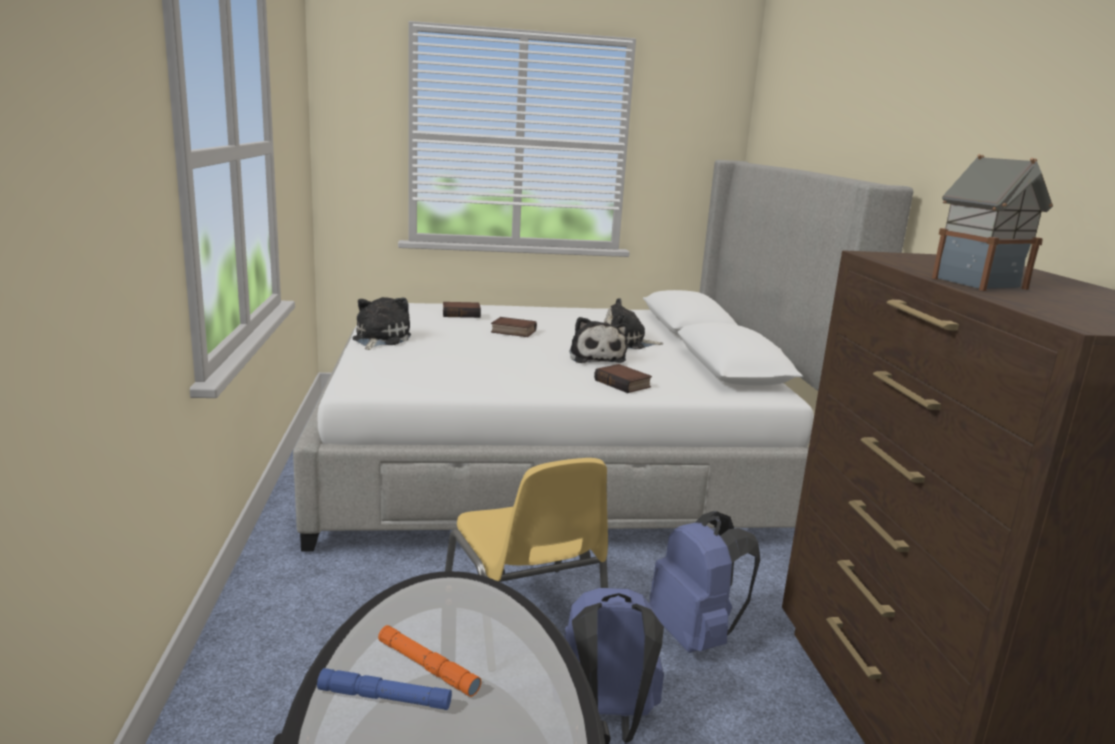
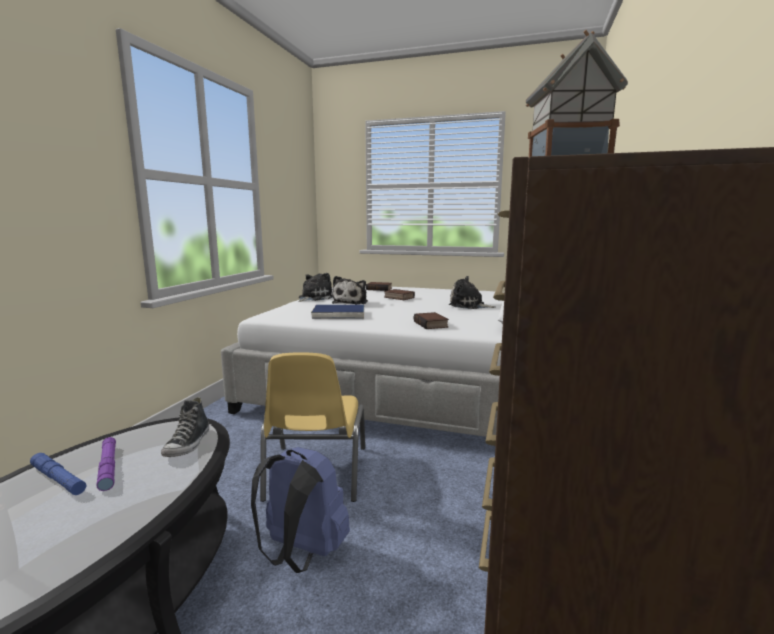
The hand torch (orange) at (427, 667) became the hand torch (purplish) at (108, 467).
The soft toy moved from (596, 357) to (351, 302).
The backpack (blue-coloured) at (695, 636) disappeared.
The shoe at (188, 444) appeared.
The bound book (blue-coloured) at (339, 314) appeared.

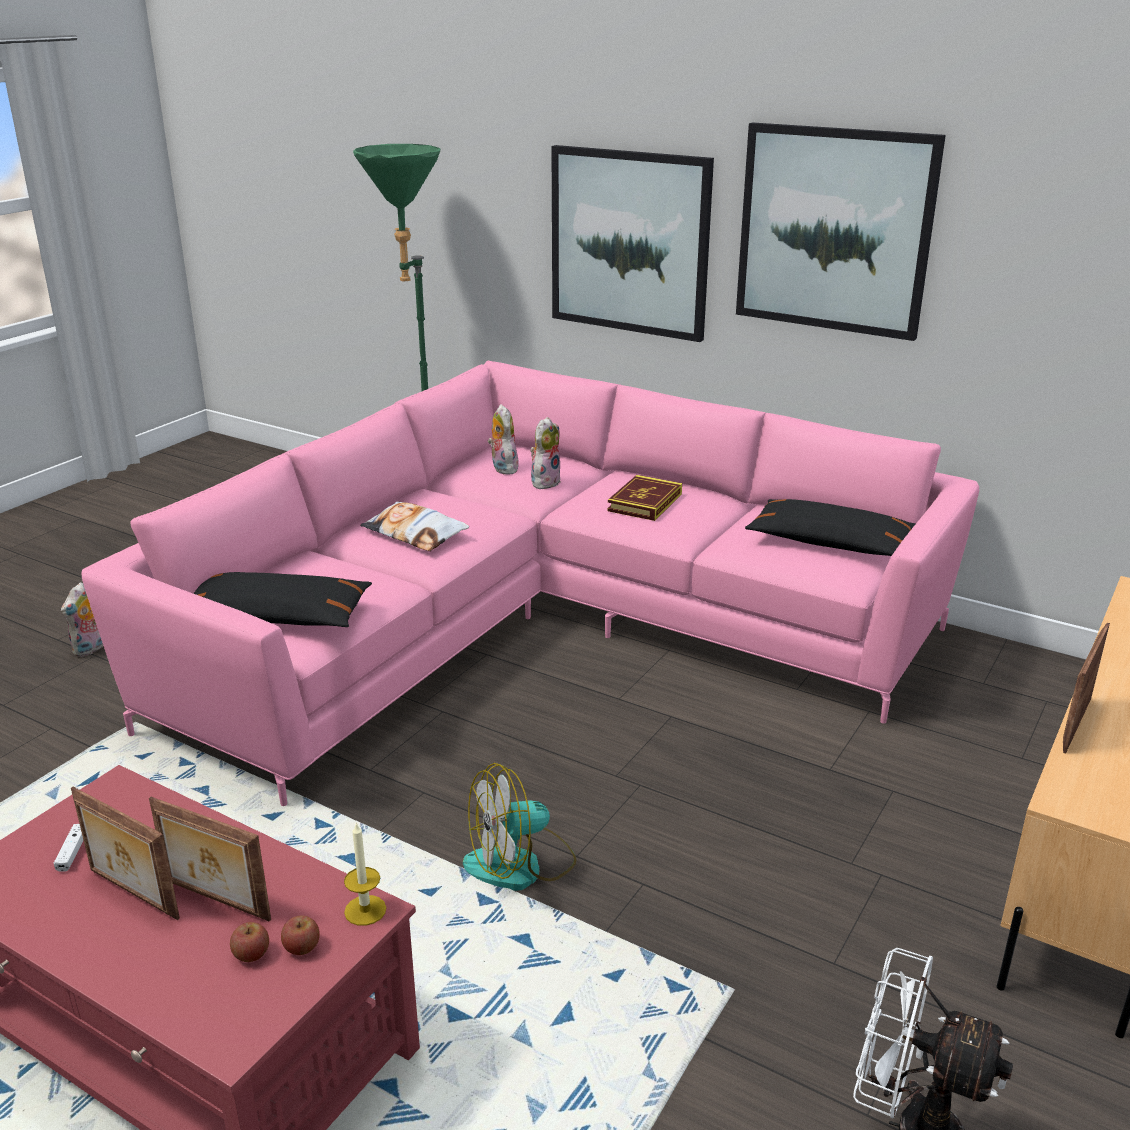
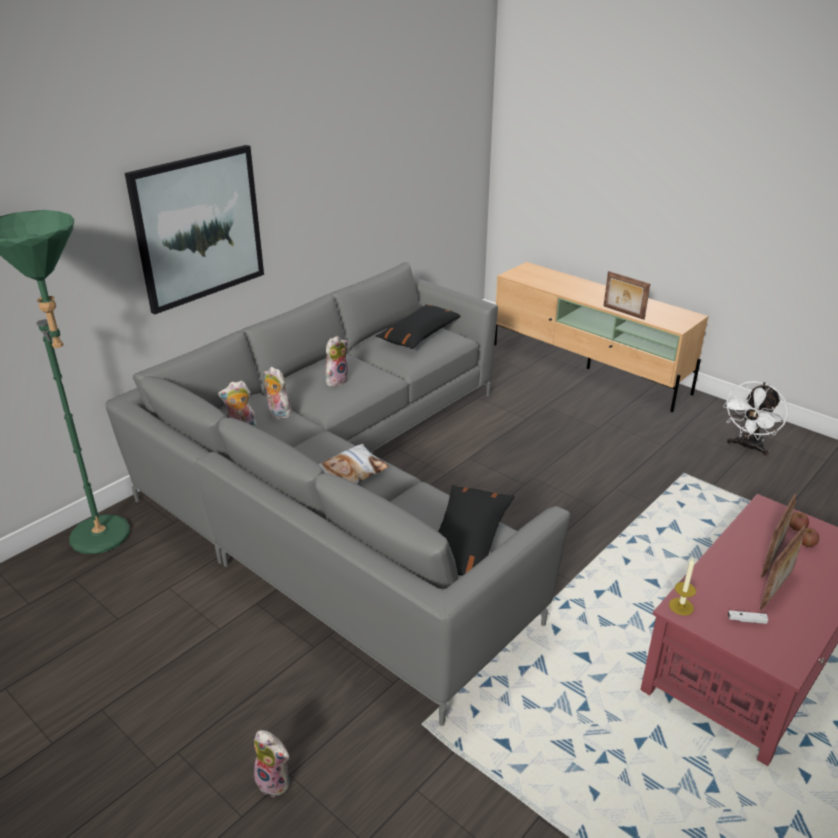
The settee (pink) at (542, 626) became the settee (gray) at (345, 494).
The candle moved from (365, 910) to (681, 606).
The electric fan at (520, 864) disappeared.
The bound book at (645, 502) was replaced by the soft toy at (336, 380).
The wall art at (834, 230) disappeared.

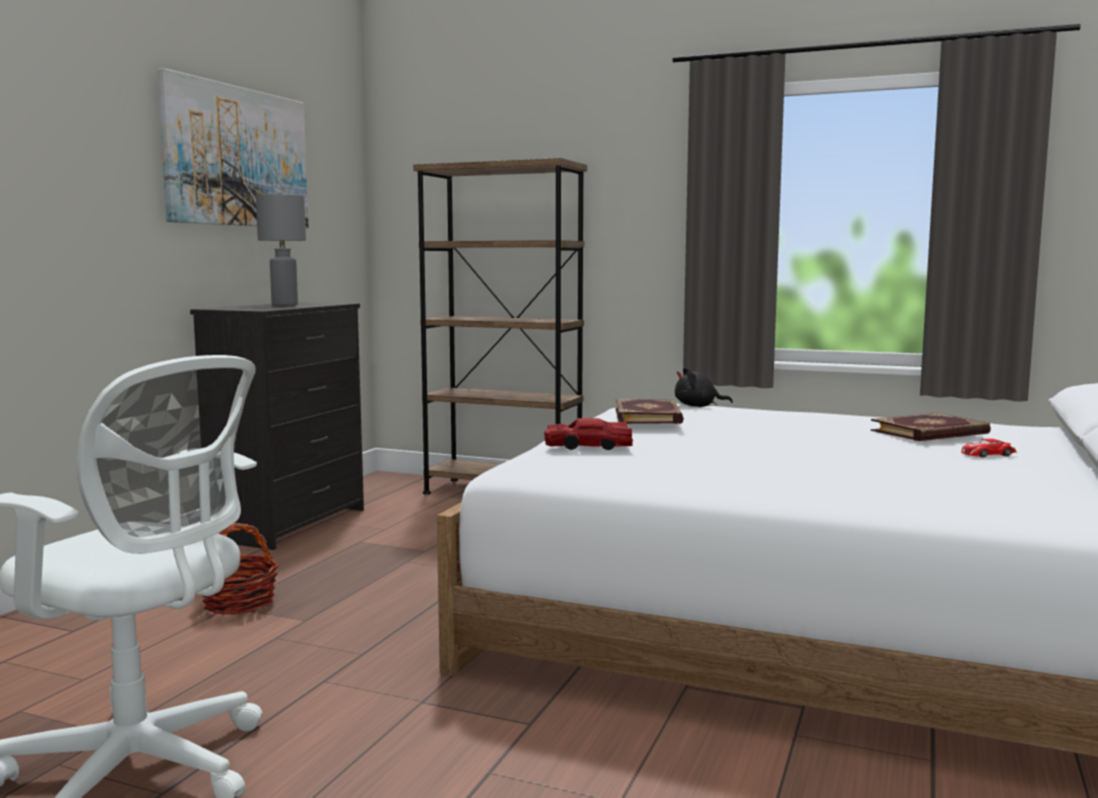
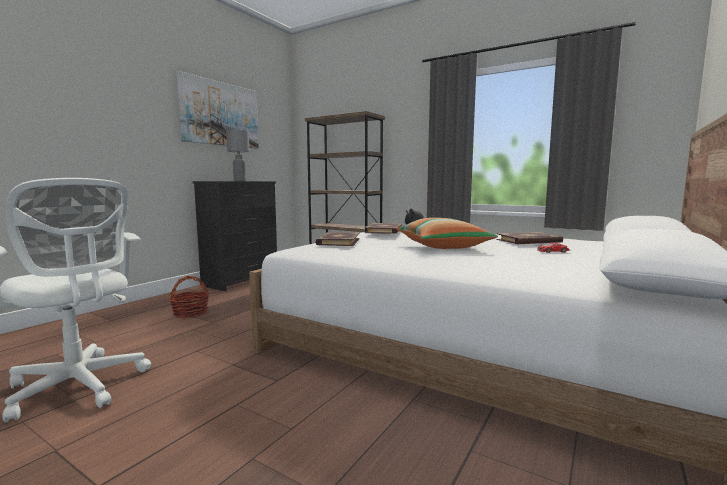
The toy car (reddish) at (588, 446) was replaced by the bound book at (338, 241).
The cushion at (443, 246) appeared.

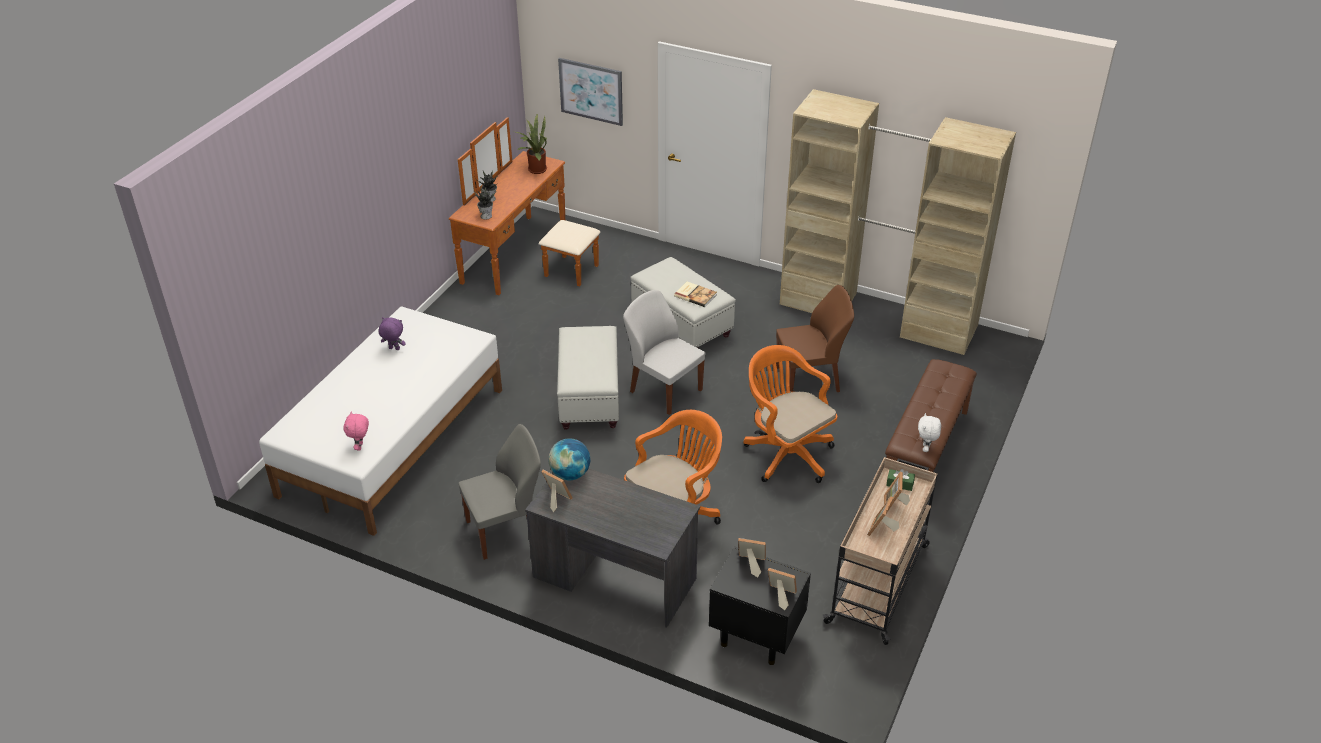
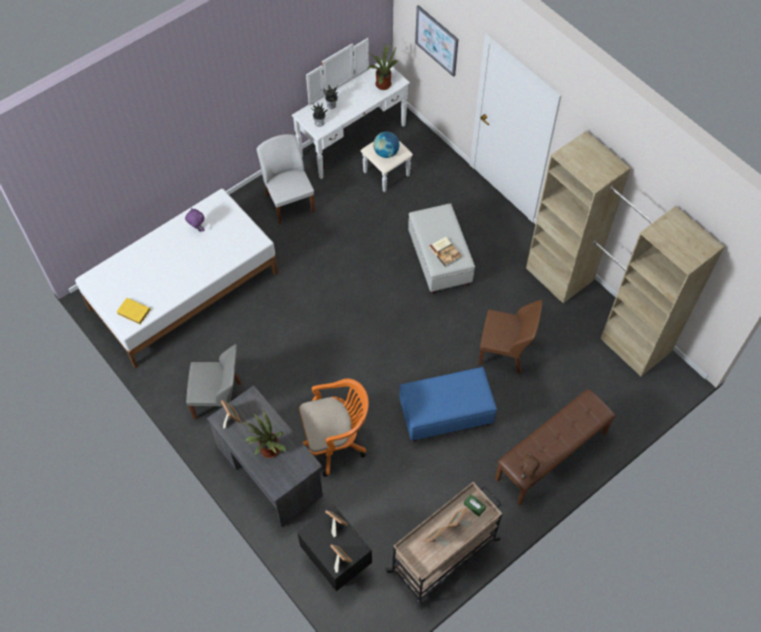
The soft toy (pink) at (360, 447) was replaced by the bound book (yellow-coloured) at (134, 312).
The chest of drawers (brownish) at (527, 258) became the chest of drawers (white-coloured) at (360, 148).
The world globe moved from (570, 474) to (386, 153).
The ottoman (white-coloured) at (589, 396) disappeared.
The upright chair (white-coloured) moved from (664, 390) to (289, 202).
The office chair (orange) at (785, 453) was replaced by the ottoman (blue-coloured) at (446, 414).
The soft toy (white-coloured) at (926, 448) became the soft toy (brownish) at (526, 473).
The potted plant at (268, 450) appeared.

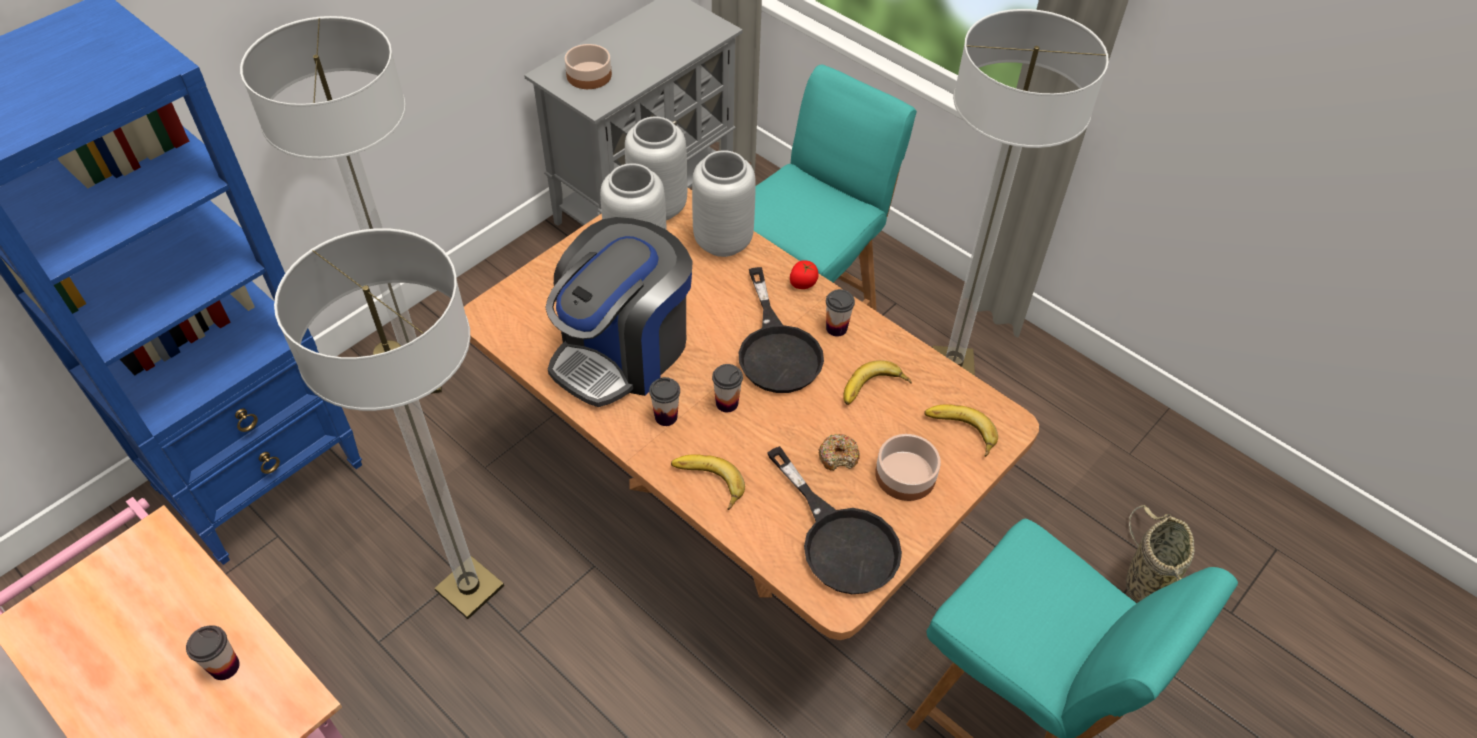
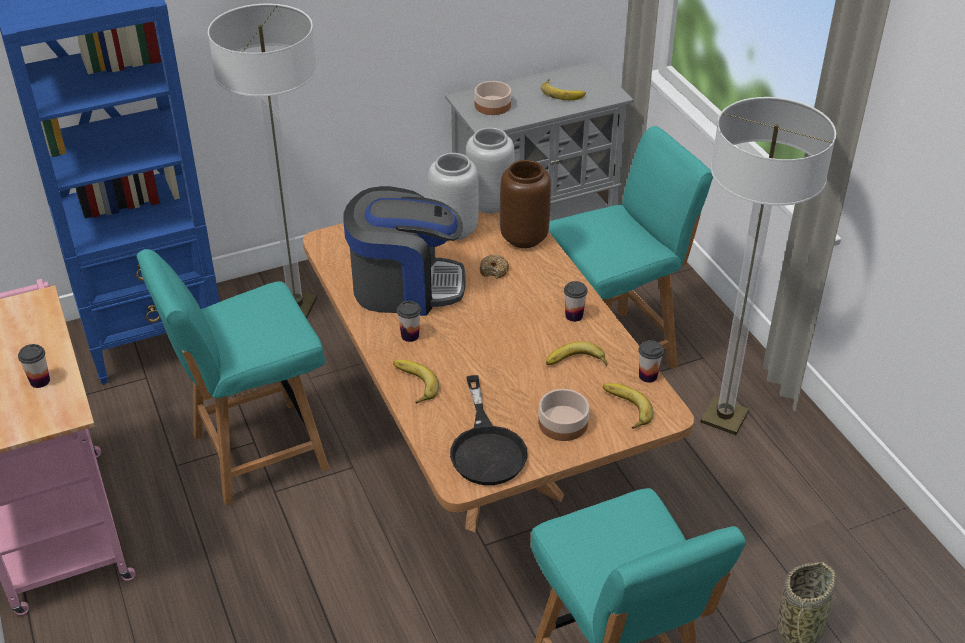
The floor lamp at (470, 589) was replaced by the upright chair (turquoise-coloured) at (256, 453).
The coffee brewer at (623, 351) turned 150 degrees counterclockwise.
The flower vase (gray) at (722, 242) became the flower vase (brownish) at (523, 238).
The cup moved from (727, 403) to (648, 376).
The frying pan (blackish) at (777, 349) disappeared.
The tomato at (803, 283) disappeared.
The doughnut moved from (838, 456) to (494, 271).
The whole banana at (563, 92) appeared.

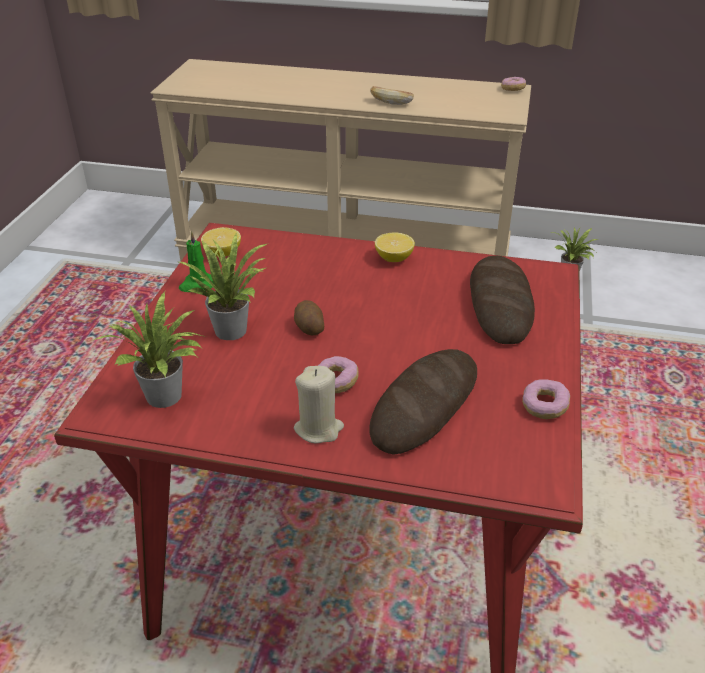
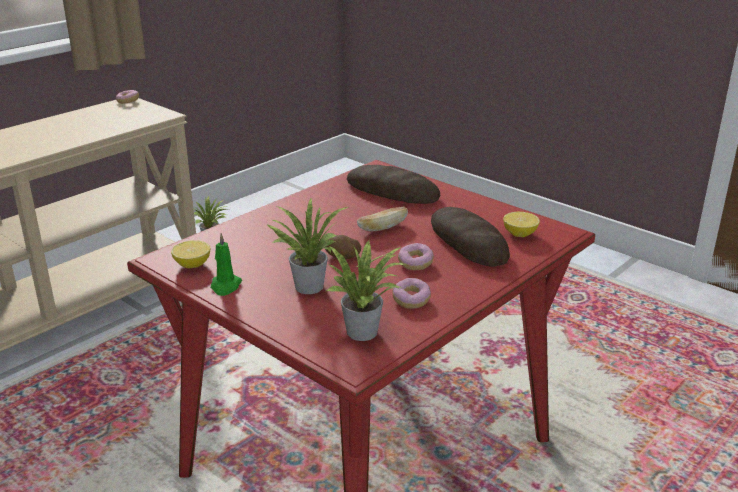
The candle (beige-coloured) at (319, 428) disappeared.
The bread moved from (391, 103) to (382, 228).
The citrus fruit moved from (394, 258) to (520, 234).
The doughnut moved from (544, 407) to (411, 300).

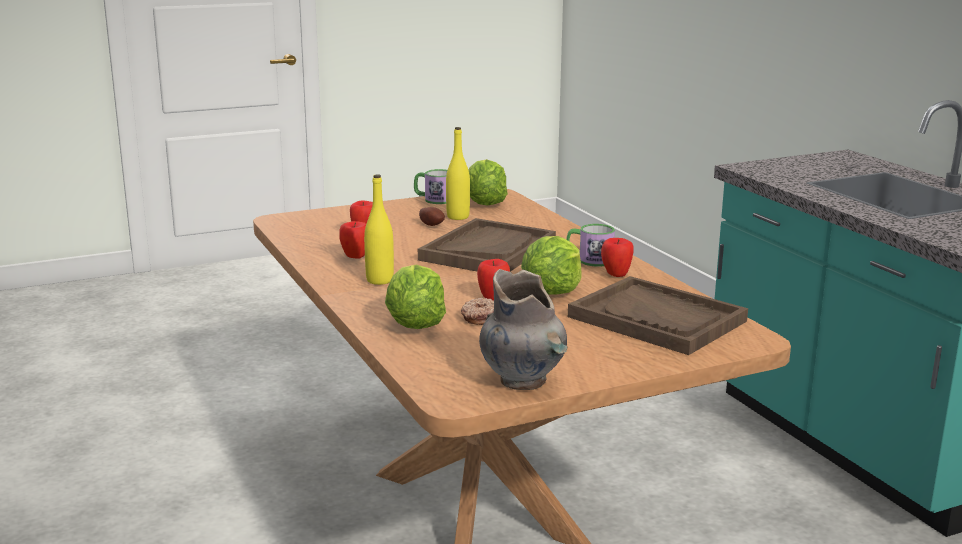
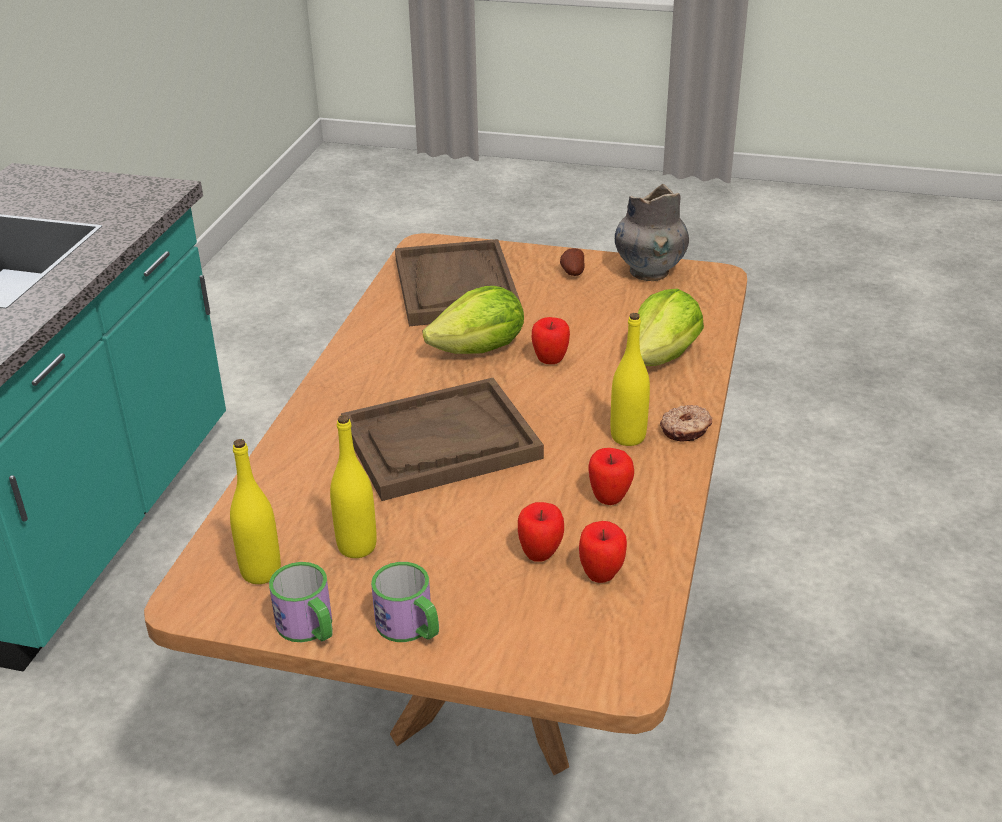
The potato moved from (432, 225) to (572, 272).
The doughnut moved from (479, 317) to (686, 430).
The head of lettuce at (485, 203) was replaced by the beverage bottle (yellow-coloured) at (261, 572).
The coffee mug moved from (589, 260) to (410, 627).
The apple moved from (616, 275) to (601, 575).

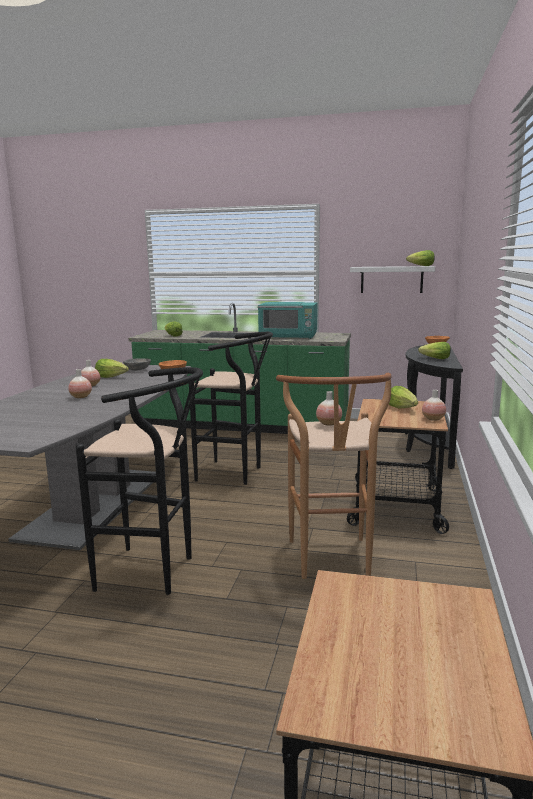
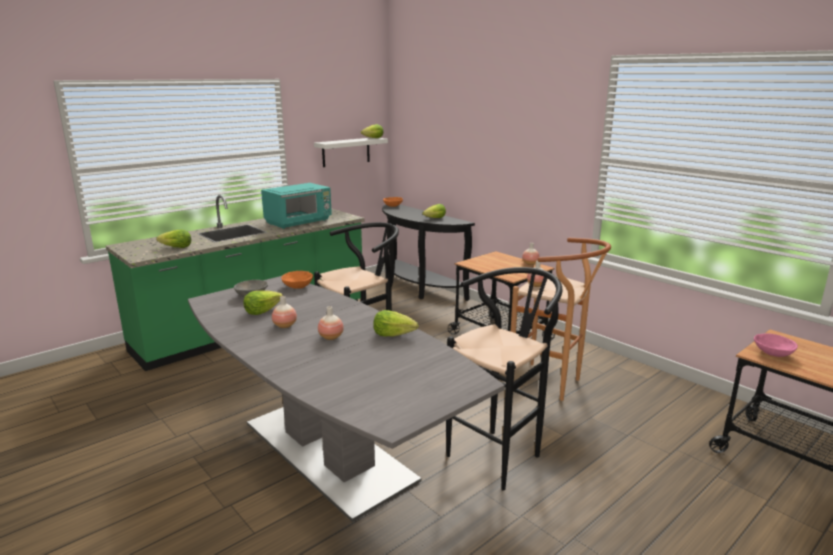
The head of lettuce moved from (402, 408) to (394, 334).
The deep dish (pink) at (772, 353) appeared.

